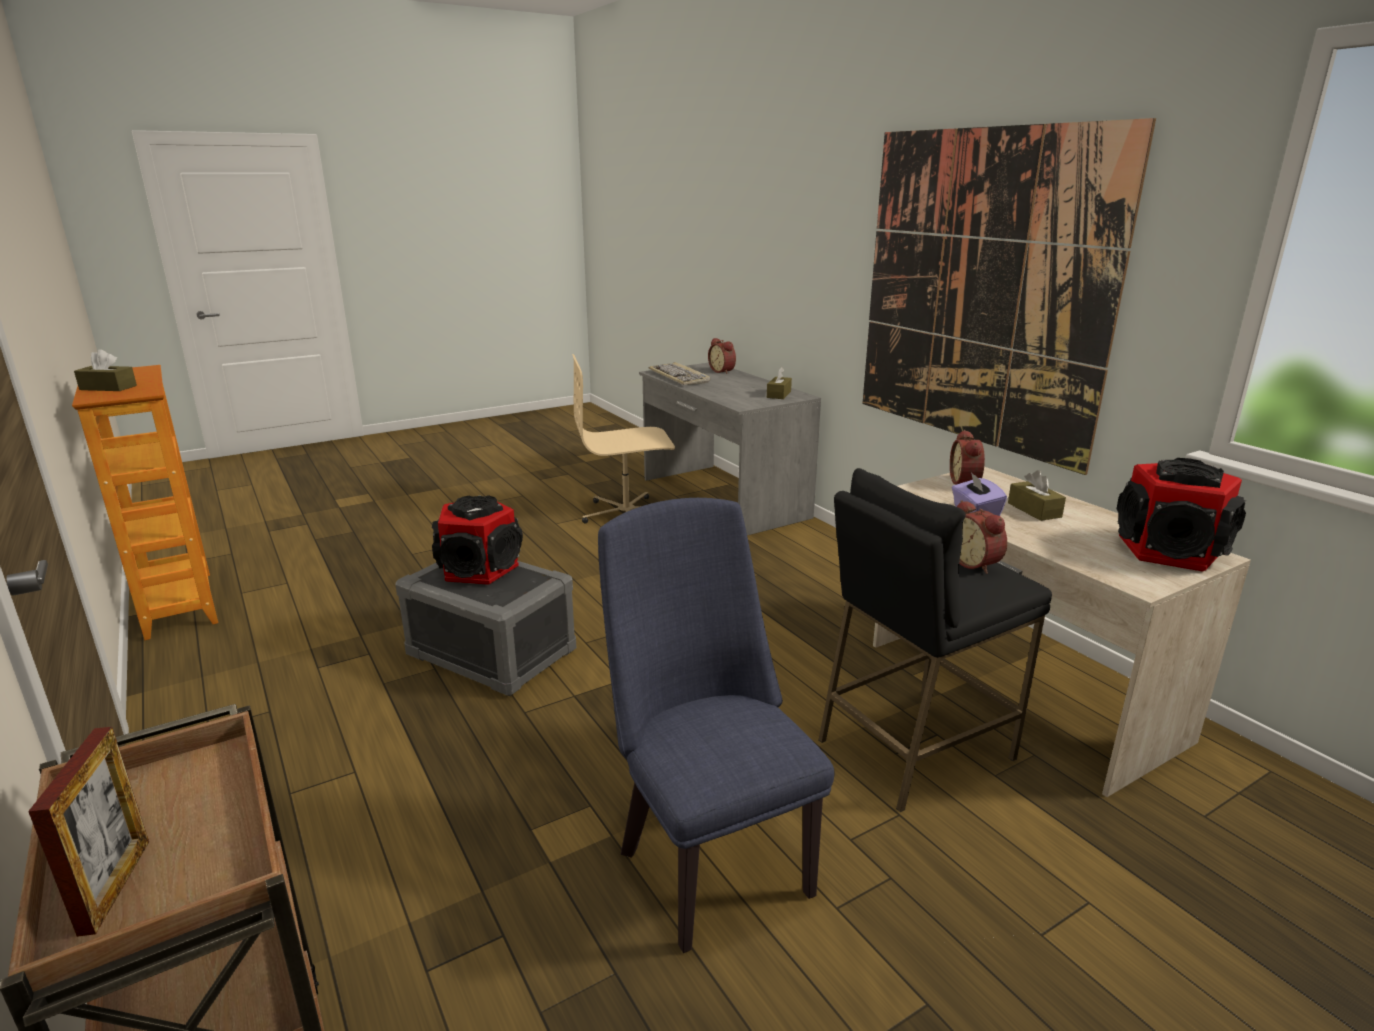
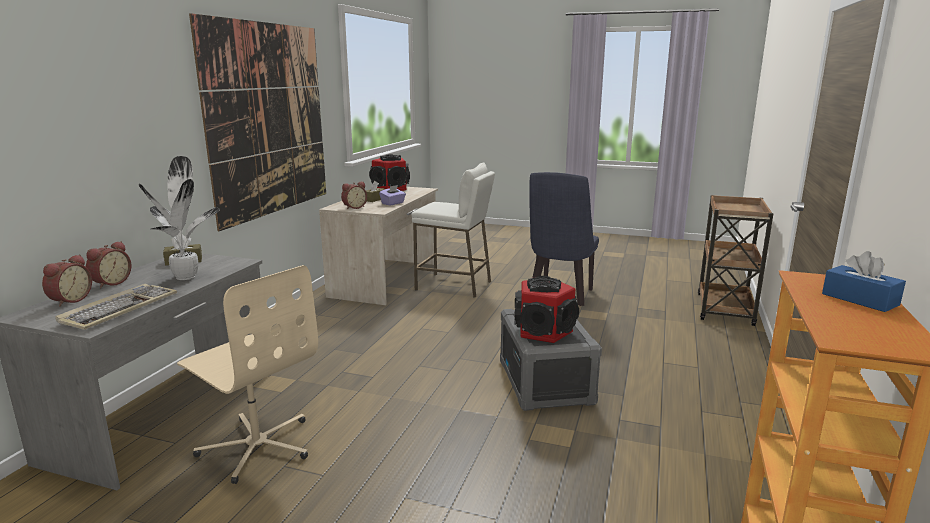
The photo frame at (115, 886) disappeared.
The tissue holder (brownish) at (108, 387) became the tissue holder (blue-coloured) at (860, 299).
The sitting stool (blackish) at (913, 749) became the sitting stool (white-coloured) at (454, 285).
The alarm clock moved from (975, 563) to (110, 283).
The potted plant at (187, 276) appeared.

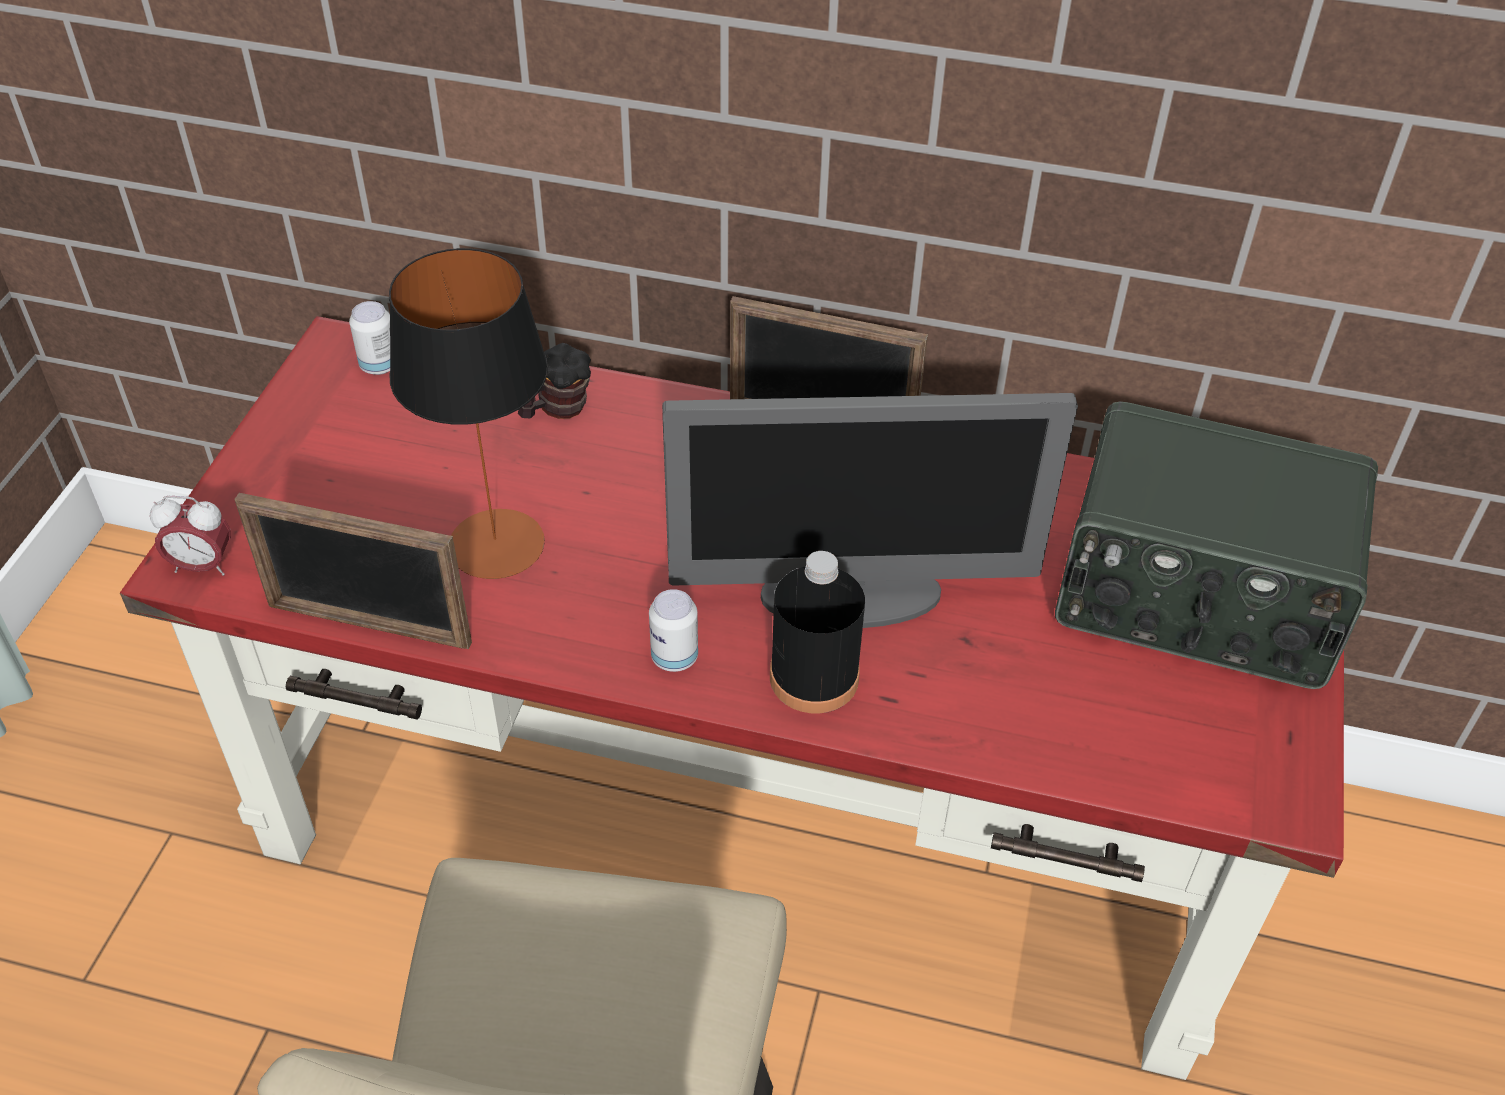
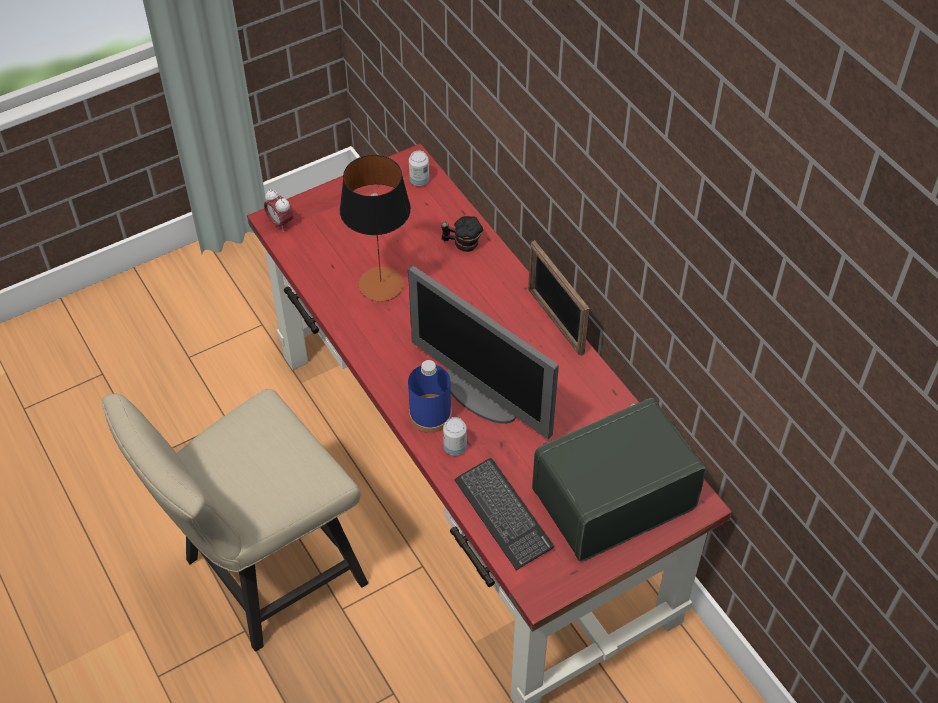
The photo frame at (368, 625) disappeared.
The sealed can moved from (674, 657) to (455, 447).
The beverage bottle (blackish) at (814, 677) became the beverage bottle (blue-coloured) at (430, 415).
The radio receiver at (1197, 596) turned 90 degrees clockwise.
The PC keyboard at (503, 514) appeared.

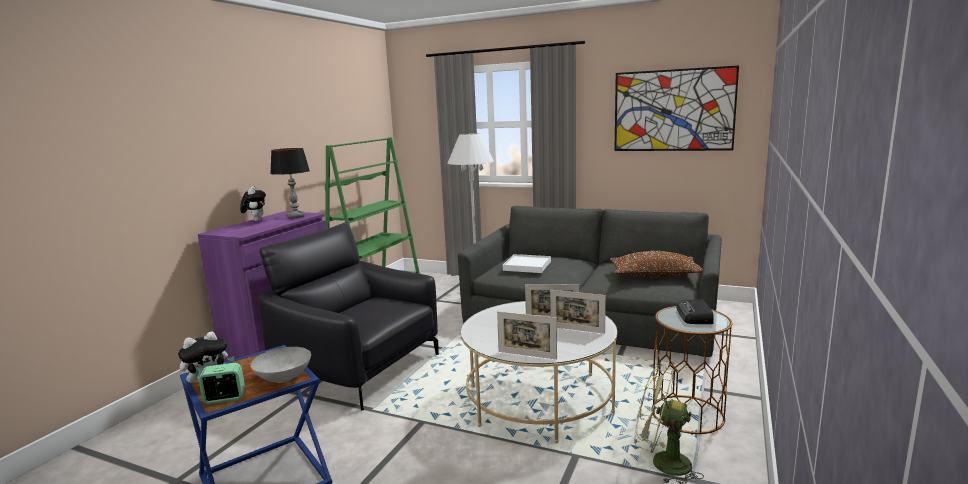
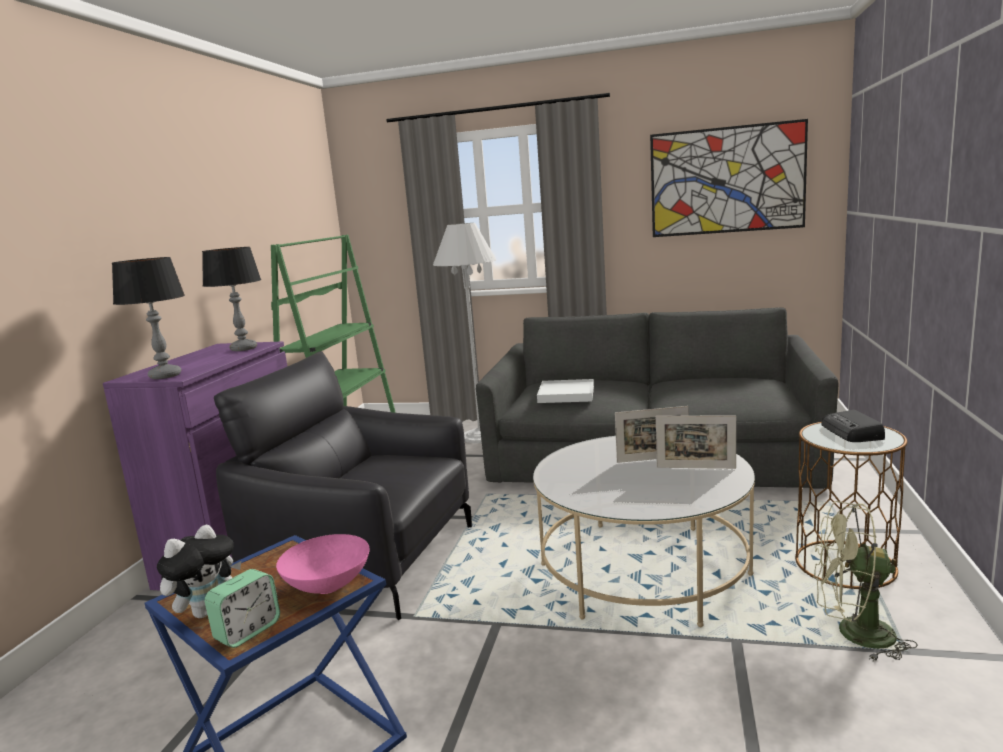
The alarm clock at (225, 399) turned 150 degrees clockwise.
The soft toy at (256, 221) disappeared.
The deep dish (gray) at (285, 378) became the deep dish (pink) at (329, 585).
The photo frame at (527, 355) disappeared.
The cushion (brownish) at (655, 275) disappeared.
The table lamp at (165, 376) appeared.

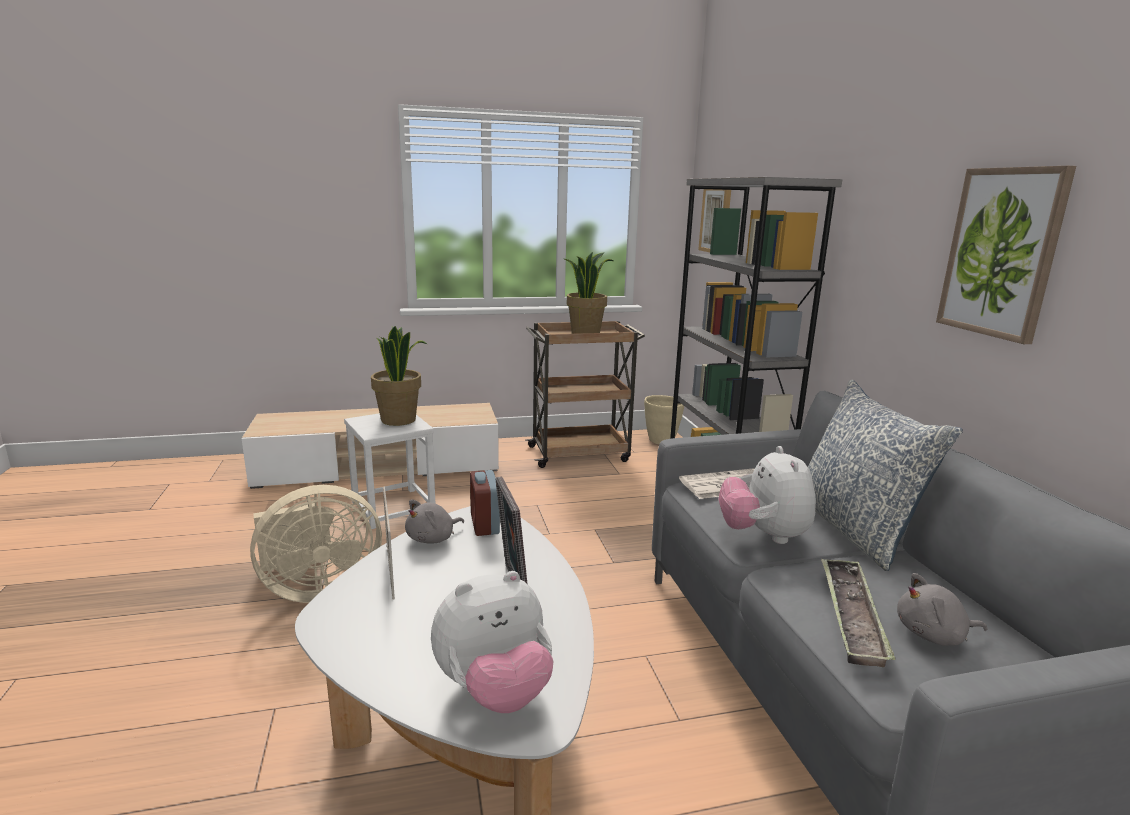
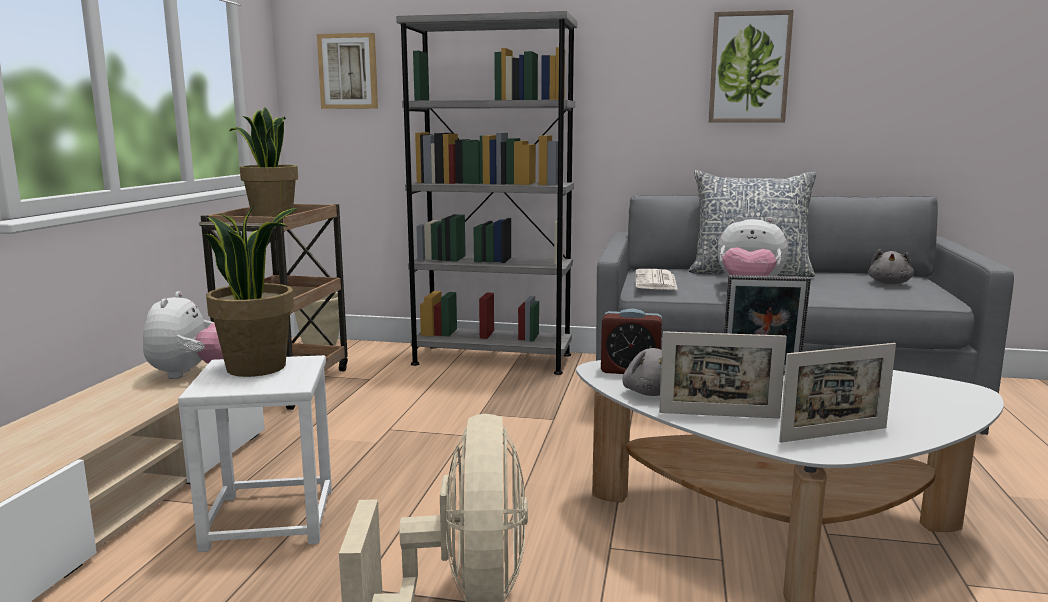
The soft toy moved from (494, 691) to (191, 374).
The serving tray at (851, 615) disappeared.
The photo frame at (833, 434) appeared.

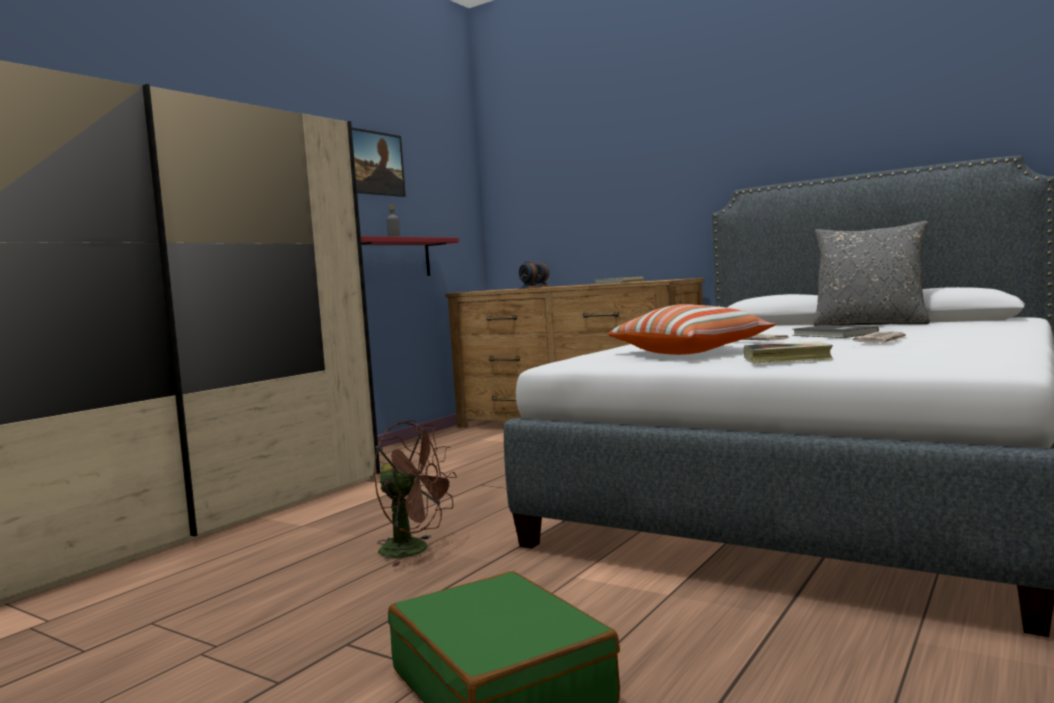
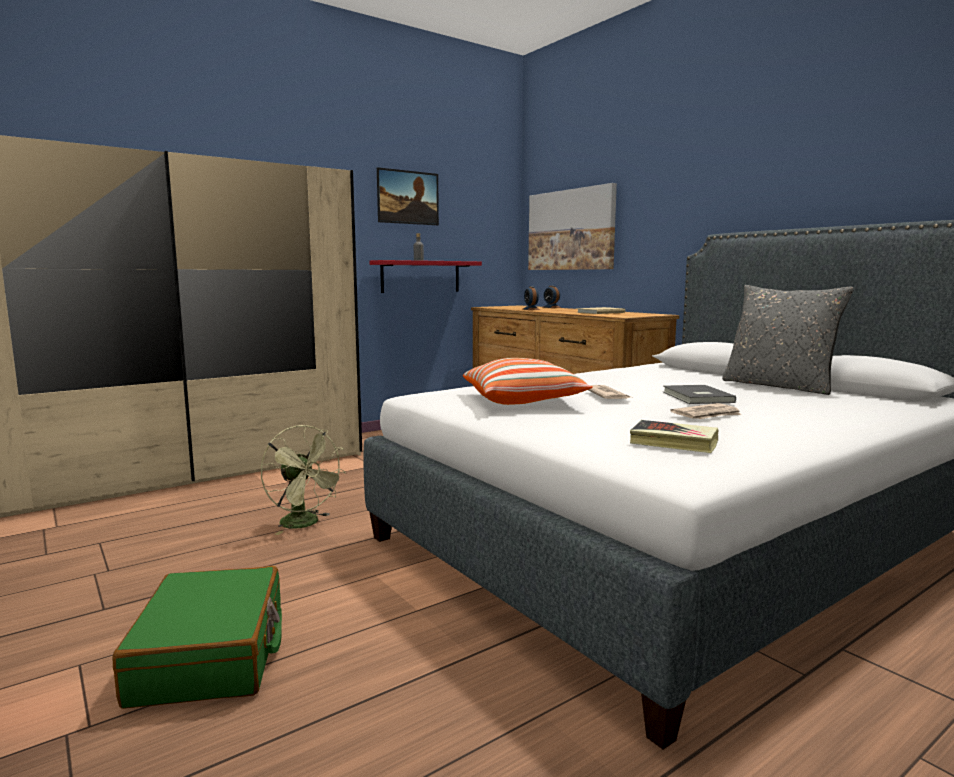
The electric fan (brownish) at (414, 550) became the electric fan (green) at (305, 524).
The bound book moved from (787, 359) to (674, 442).
The wall art at (571, 230) appeared.

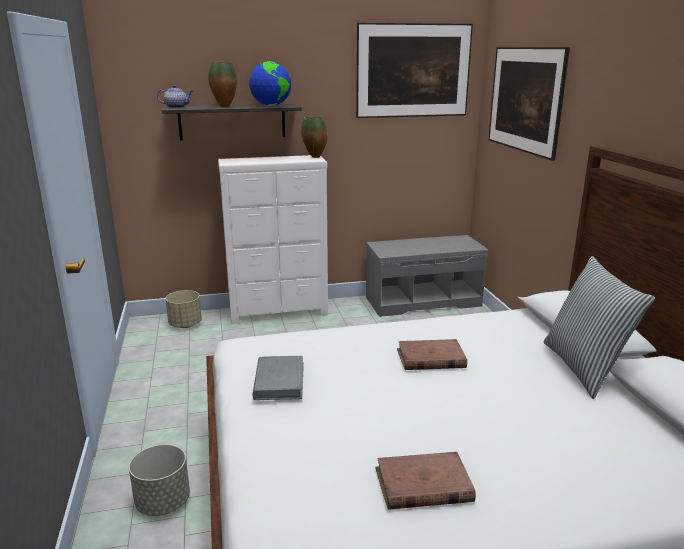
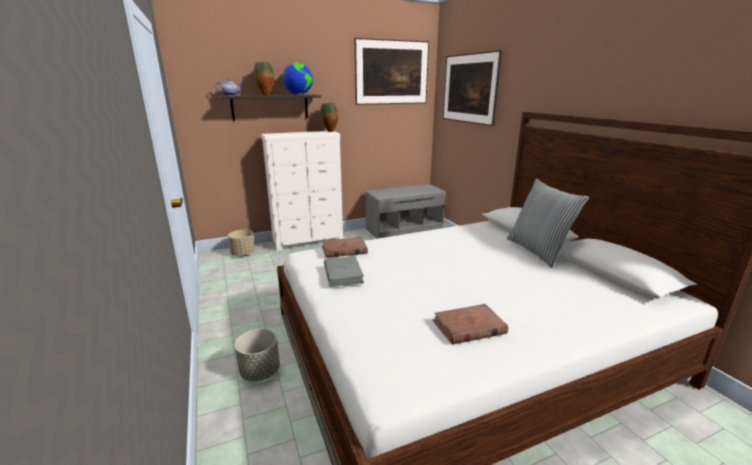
The bound book (brownish) moved from (430, 358) to (344, 250).

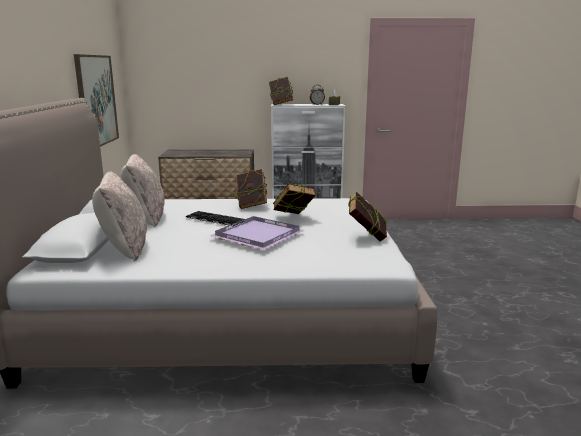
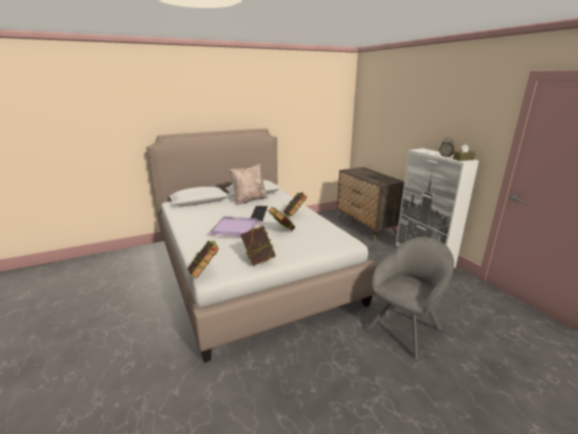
The wall art at (96, 100) disappeared.
The cushion (beige-coloured) at (124, 248) disappeared.
The bound book moved from (281, 104) to (204, 274).
The easy chair (gray) at (405, 328) appeared.

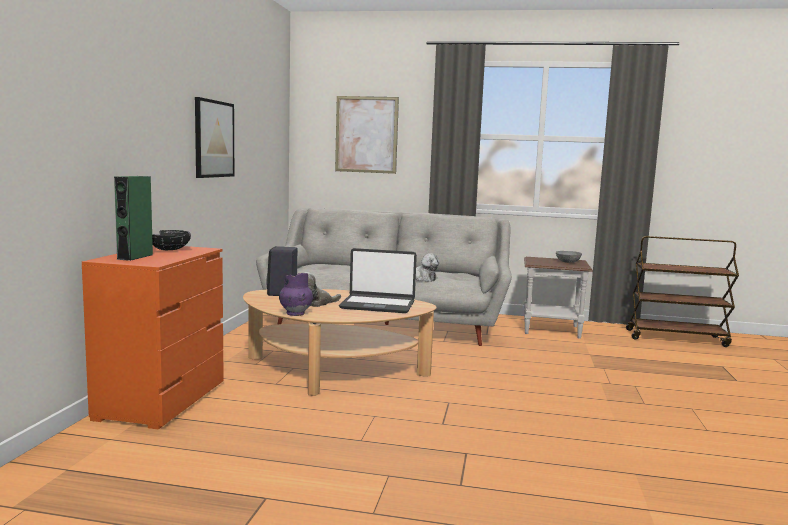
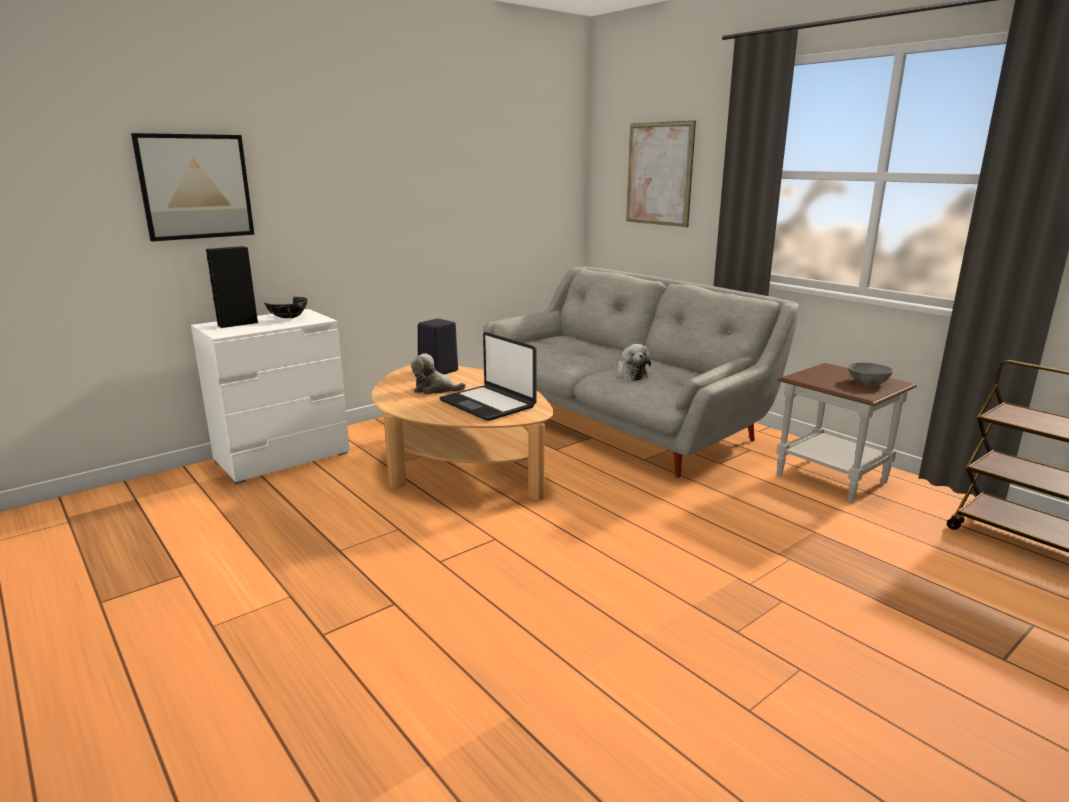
The chest of drawers (orange) at (162, 400) became the chest of drawers (white-coloured) at (283, 457).
The loudspeaker (green) at (135, 257) became the loudspeaker (blackish) at (237, 324).
The wall art moved from (214, 139) to (195, 187).
The flower vase (purplish) at (295, 313) disappeared.

